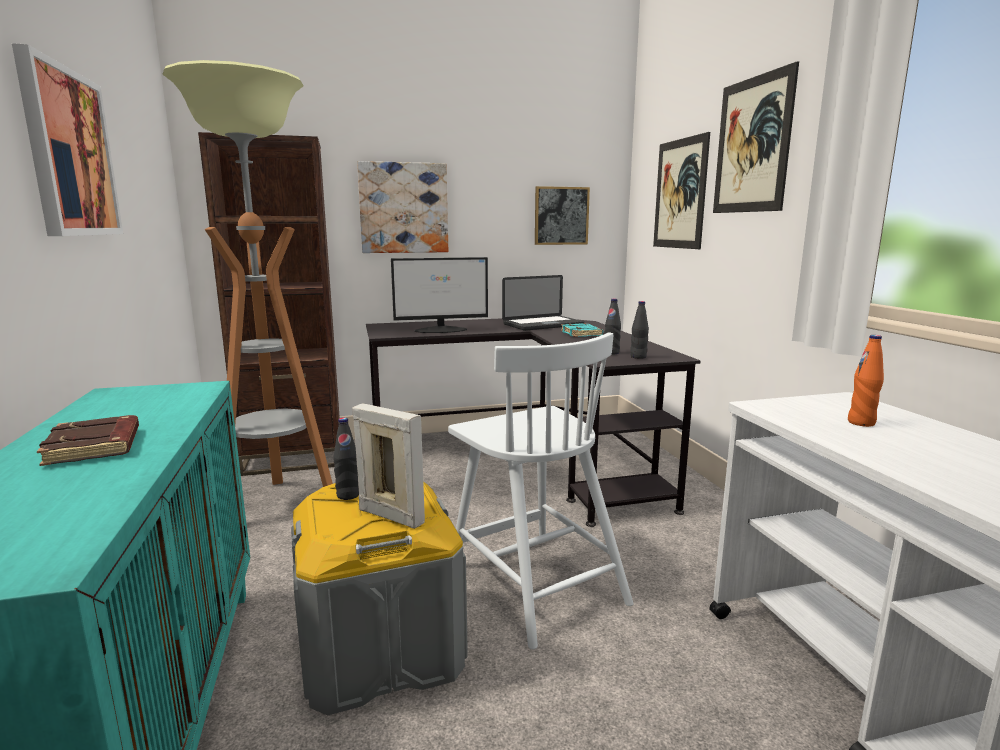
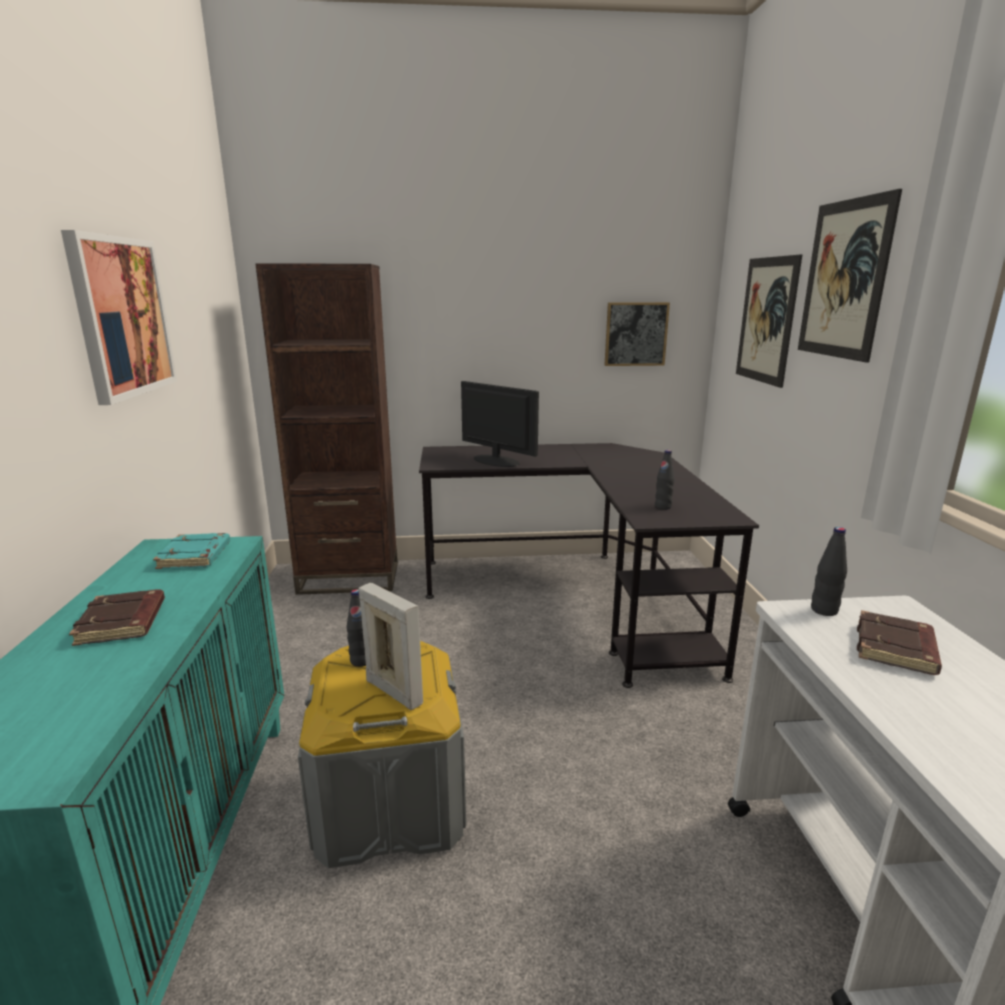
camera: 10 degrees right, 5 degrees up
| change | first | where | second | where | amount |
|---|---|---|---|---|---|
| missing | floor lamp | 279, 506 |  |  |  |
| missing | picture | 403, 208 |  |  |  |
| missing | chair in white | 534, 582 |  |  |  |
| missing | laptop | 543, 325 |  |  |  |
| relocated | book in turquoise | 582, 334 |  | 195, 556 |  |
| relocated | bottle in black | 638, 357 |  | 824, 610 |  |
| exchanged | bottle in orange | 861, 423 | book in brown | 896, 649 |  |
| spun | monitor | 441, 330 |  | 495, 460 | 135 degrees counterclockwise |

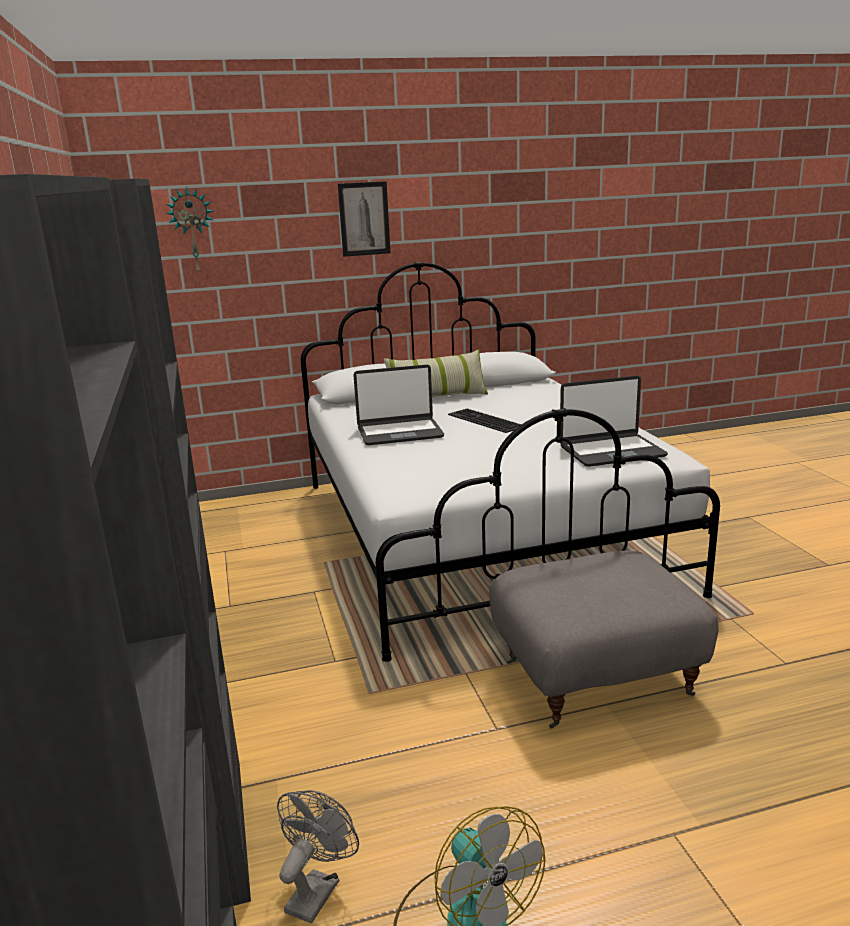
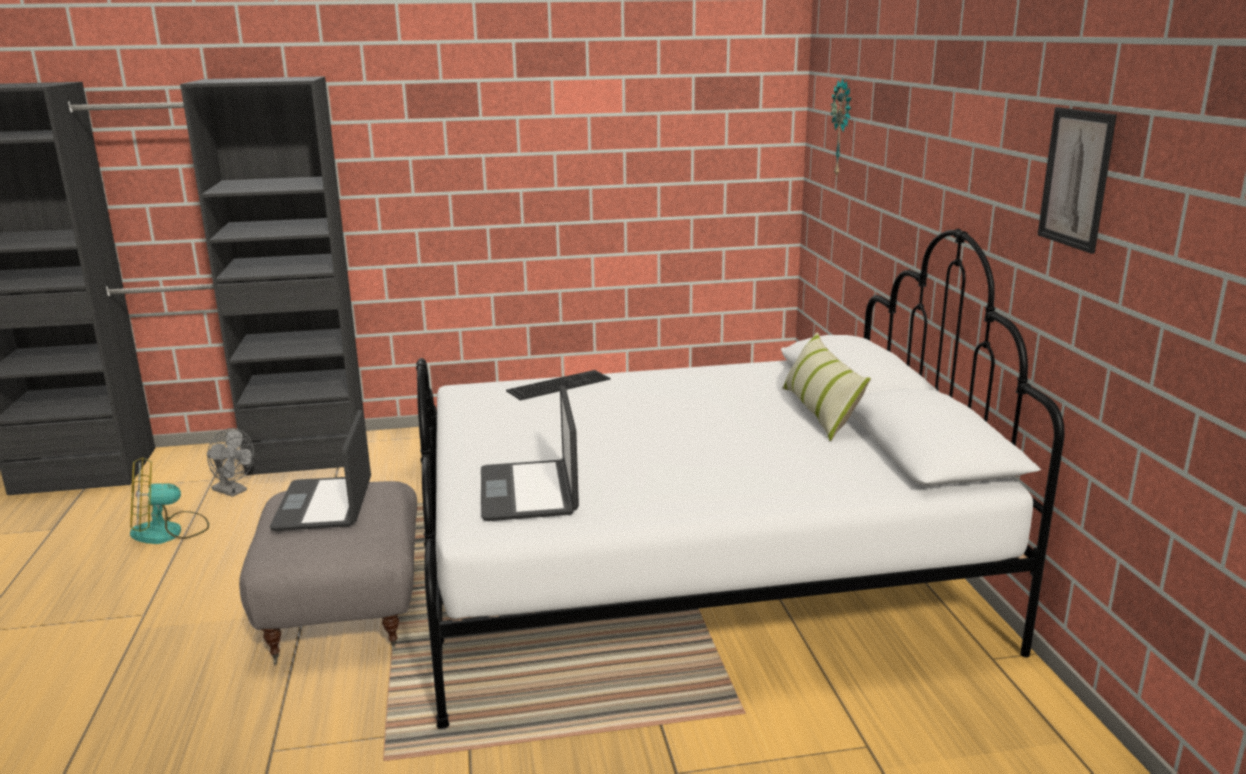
camera: 95 degrees right, 0 degrees up
| change | first | where | second | where | amount |
|---|---|---|---|---|---|
| relocated | picture | 364, 219 |  | 1076, 178 |  |
| relocated | laptop | 399, 433 |  | 325, 505 |  |
| relocated | keyboard | 483, 420 |  | 559, 384 |  |

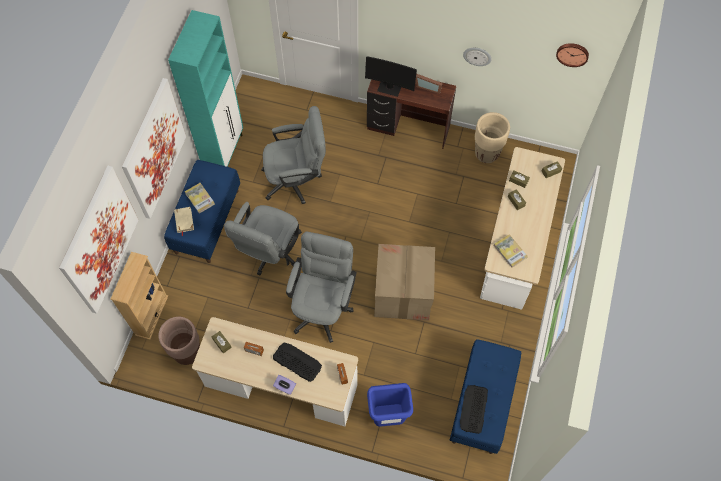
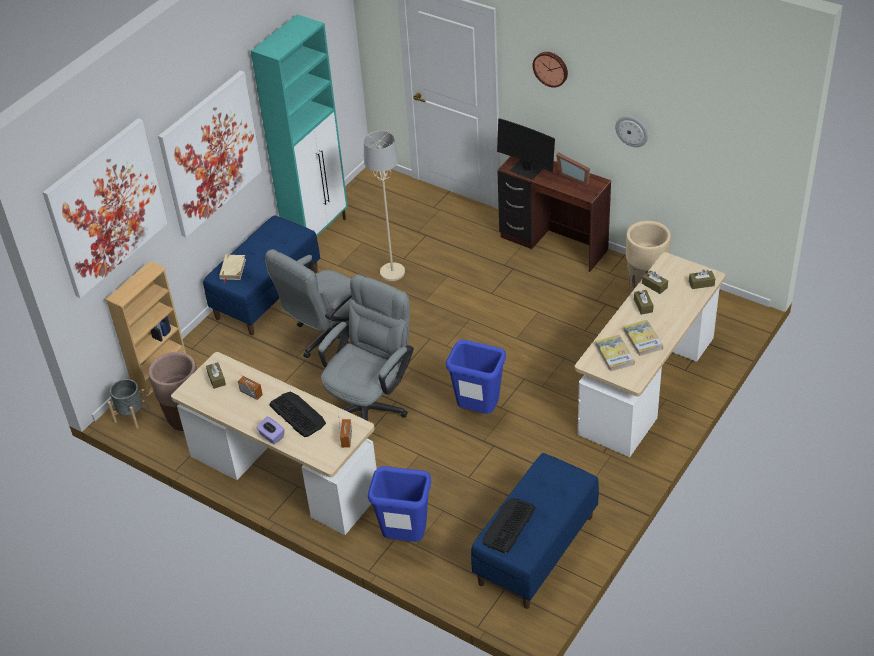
camera: 20 degrees right, 20 degrees down
| change | first | where | second | where | amount |
|---|---|---|---|---|---|
| appeared |  |  | planter in grey | 132, 415 |  |
| relocated | book | 200, 198 |  | 643, 339 |  |
| relocated | wall clock | 572, 53 |  | 551, 68 |  |
| exchanged | office chair in grey | 297, 180 | floor lamp in beige | 392, 272 |  |
| exchanged | cardboard box | 402, 293 | trash can in blue | 477, 411 |  |

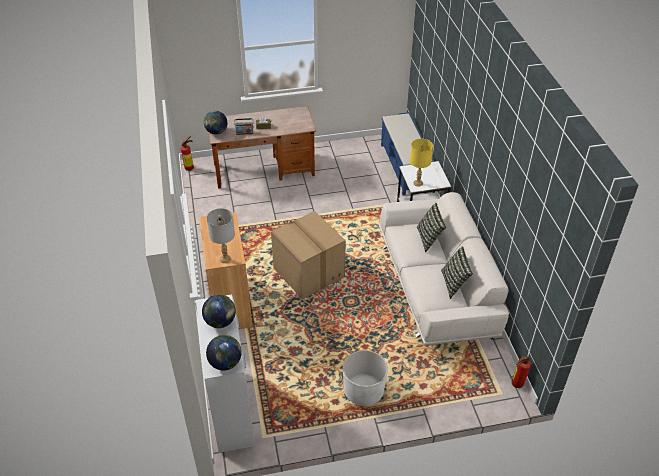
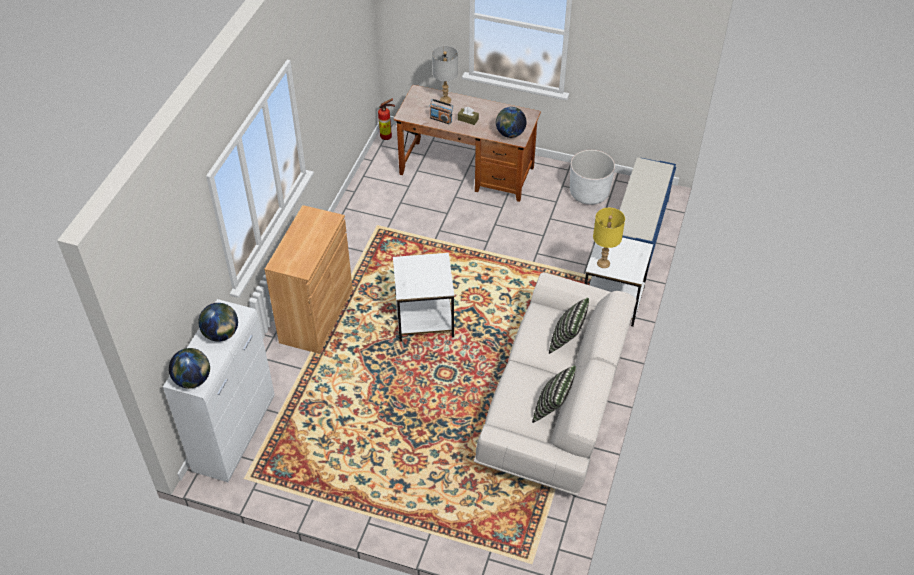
camera: 30 degrees right, 5 degrees up
| change | first | where | second | where | amount |
|---|---|---|---|---|---|
| missing | fire extinguisher | 516, 384 |  |  |  |
| relocated | globe | 216, 132 |  | 510, 134 |  |
| relocated | table lamp in grey | 225, 259 |  | 445, 100 |  |
| relocated | planter in white | 363, 391 |  | 589, 193 |  |
| exchanged | cardboard box | 307, 272 | side table in white | 423, 317 |  |

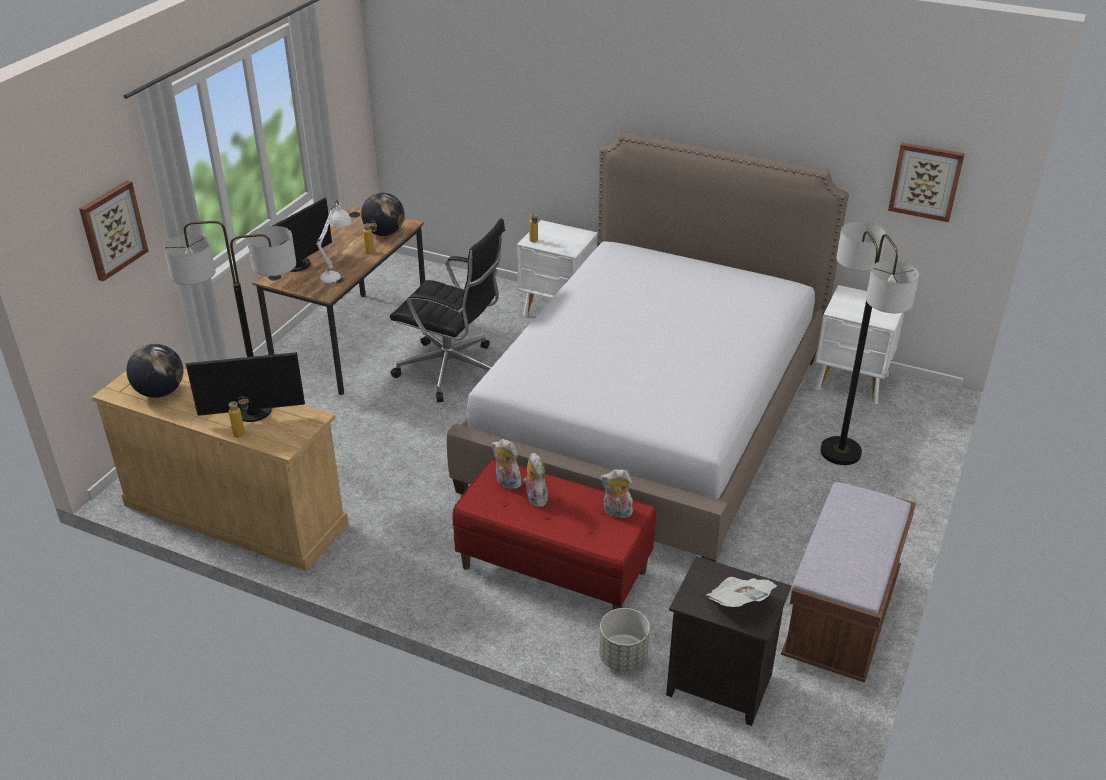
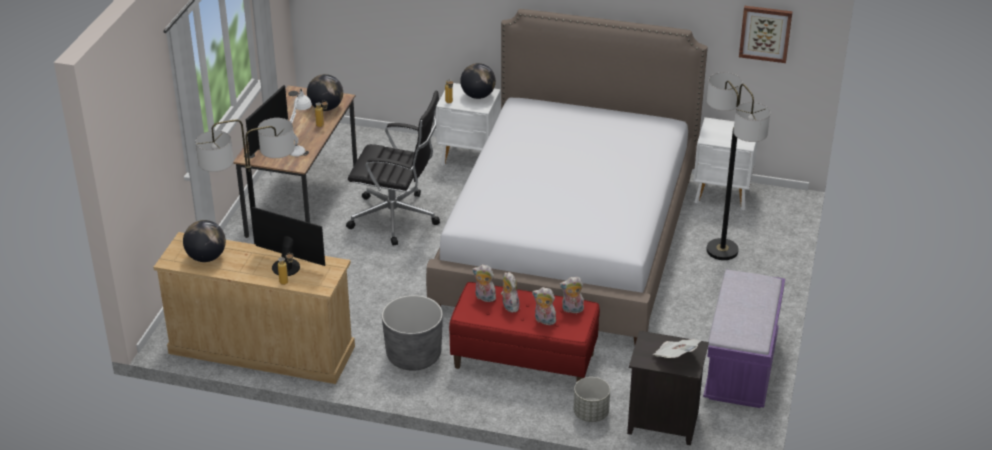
camera: 10 degrees left, 0 degrees up
| change | first | where | second | where | amount |
|---|---|---|---|---|---|
| missing | picture | 112, 230 |  |  |  |
| appeared |  |  | planter in grey | 413, 355 |  |
| appeared |  |  | globe | 478, 96 |  |
| appeared |  |  | plush toy | 544, 321 |  |
| colour | bench in brown | 841, 616 | bench in purple | 741, 368 |  |
| spun | monitor | 253, 413 |  | 287, 266 | 135 degrees counterclockwise |

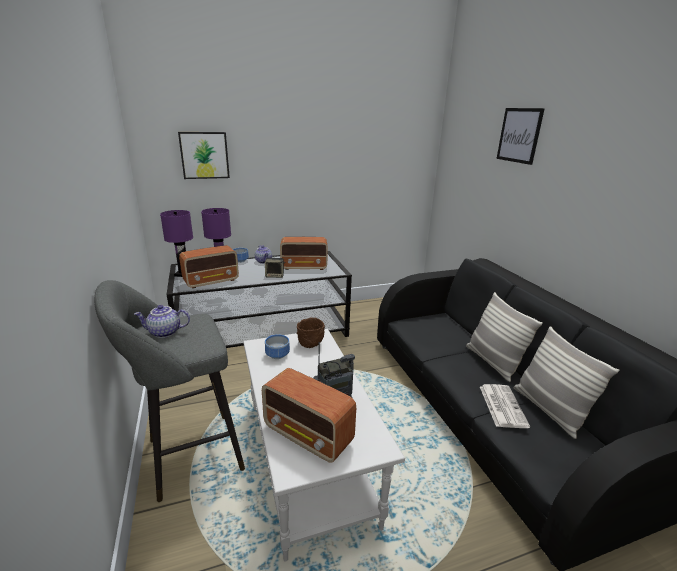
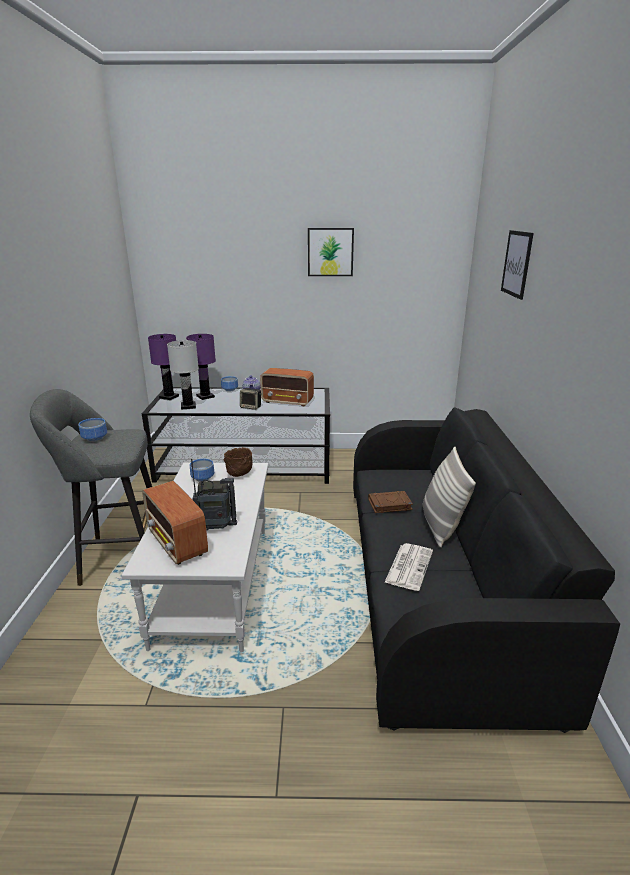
camera: 20 degrees right, 0 degrees up
| change | first | where | second | where | amount |
|---|---|---|---|---|---|
| missing | pillow | 549, 410 |  |  |  |
| appeared |  |  | book in brown | 389, 504 |  |
| relocated | picture | 204, 155 |  | 330, 252 |  |
| exchanged | teapot | 164, 333 | bowl | 95, 439 |  |
| exchanged | radio | 212, 281 | table lamp in white | 188, 406 |  |

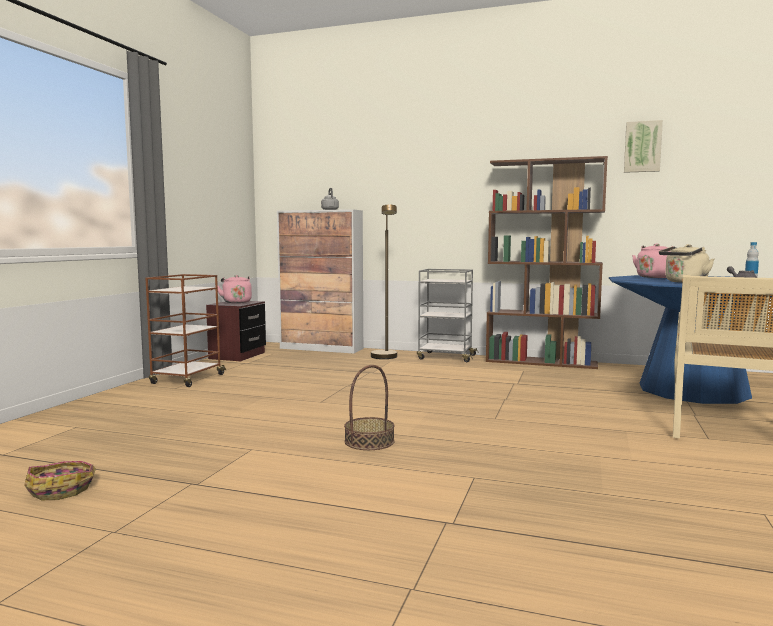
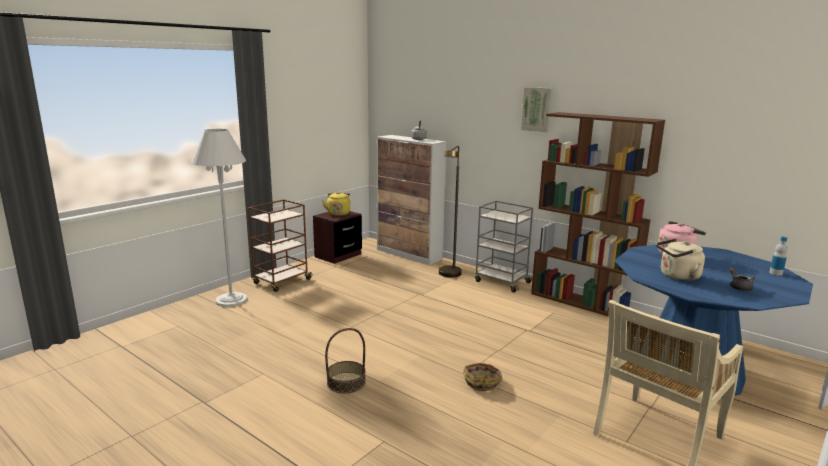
camera: 20 degrees right, 10 degrees up
| change | first | where | second | where | amount |
|---|---|---|---|---|---|
| appeared |  |  | floor lamp in white | 231, 300 |  |
| relocated | basket | 62, 489 |  | 482, 382 |  |
| relocated | picture | 642, 147 |  | 537, 109 |  |
| colour | kettle in pink | 236, 302 | kettle in yellow | 338, 213 |  |

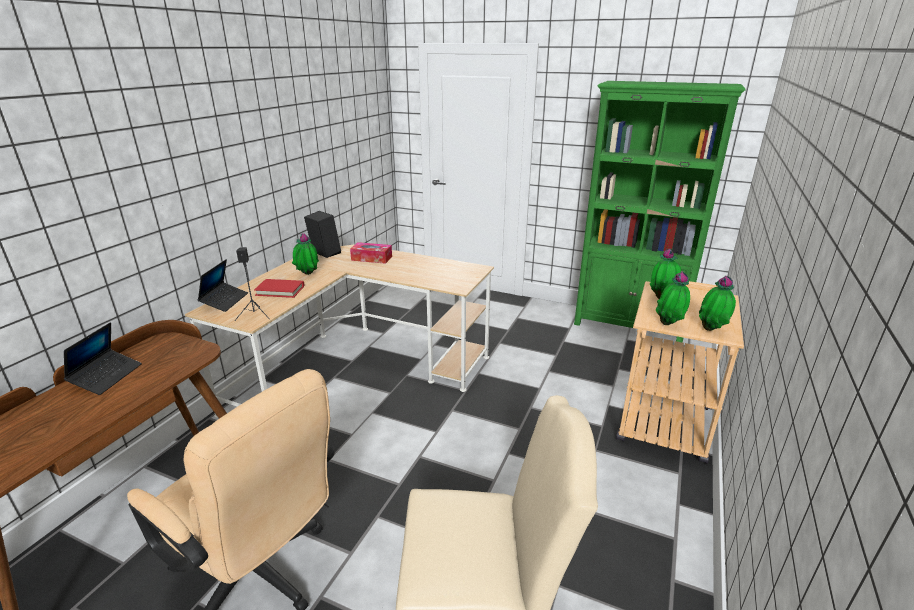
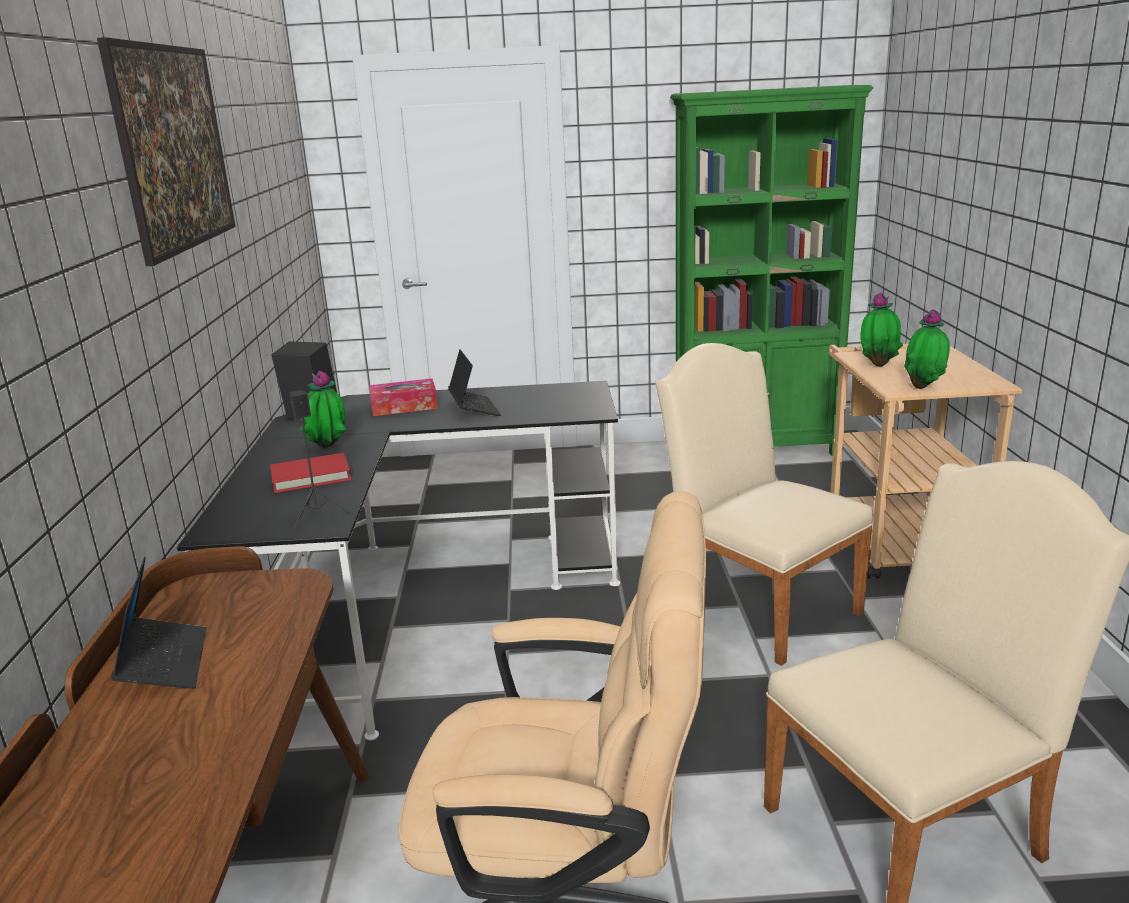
camera: 25 degrees left, 5 degrees down
| change | first | where | second | where | amount |
|---|---|---|---|---|---|
| missing | potted plant | 711, 330 |  |  |  |
| appeared |  |  | picture | 183, 197 |  |
| appeared |  |  | chair in beige | 756, 605 |  |
| relocated | laptop | 224, 301 |  | 474, 409 |  |
| colour | desk in beige | 357, 367 | desk in black | 417, 603 |  |

